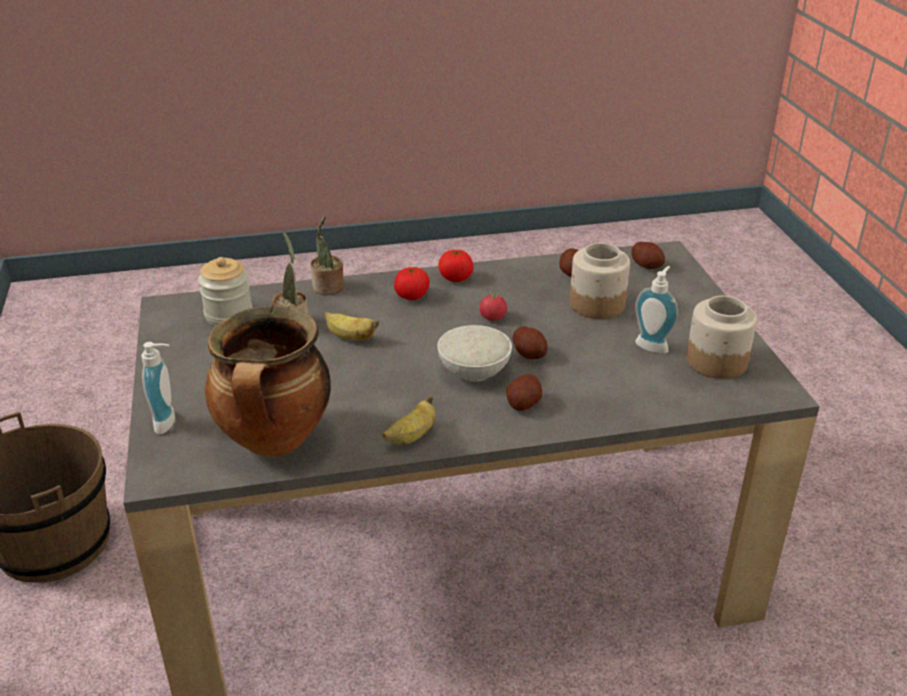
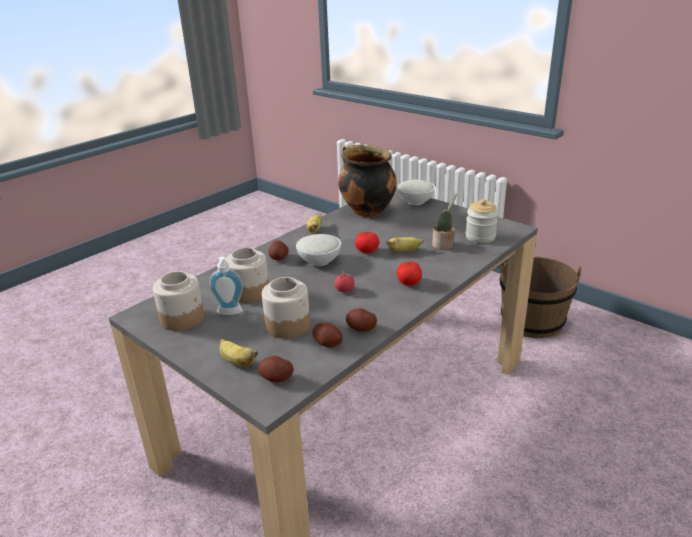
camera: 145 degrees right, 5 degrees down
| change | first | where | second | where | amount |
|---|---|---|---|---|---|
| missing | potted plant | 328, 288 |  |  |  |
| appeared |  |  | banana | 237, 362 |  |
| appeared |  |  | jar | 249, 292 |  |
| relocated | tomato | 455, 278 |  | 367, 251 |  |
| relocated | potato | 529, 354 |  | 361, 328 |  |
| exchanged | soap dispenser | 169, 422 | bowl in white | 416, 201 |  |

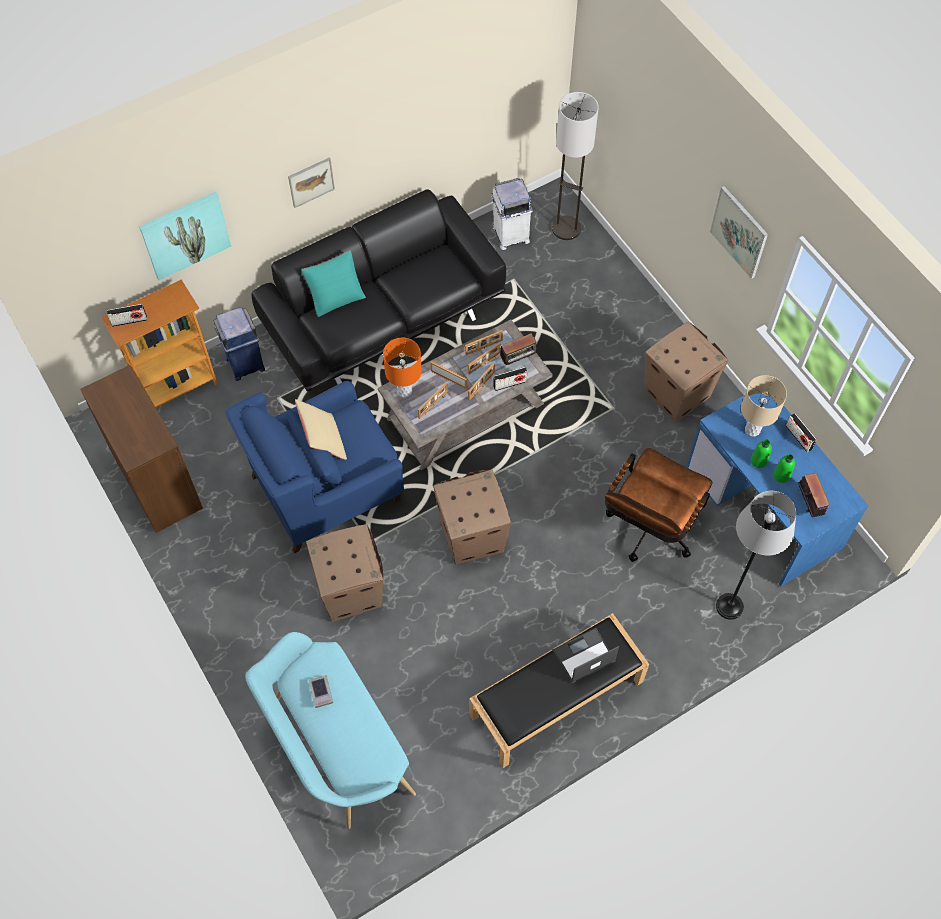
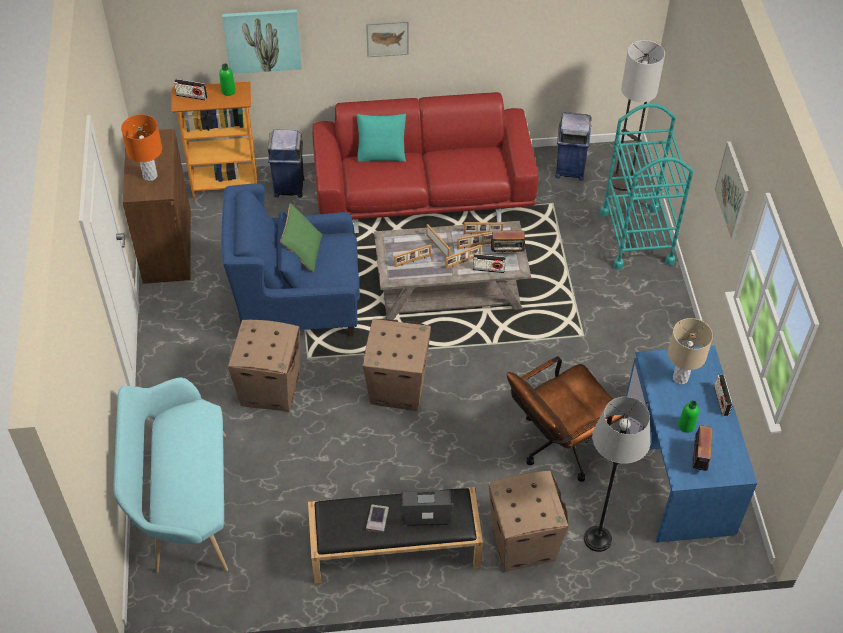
camera: 25 degrees right, 10 degrees down
| change | first | where | second | where | amount |
|---|---|---|---|---|---|
| appeared |  |  | cart in turquoise | 636, 237 |  |
| relocated | book | 321, 692 |  | 377, 520 |  |
| relocated | table lamp in orange | 404, 391 |  | 150, 176 |  |
| relocated | cardboard box | 676, 393 |  | 522, 542 |  |
| relocated | bottle in green | 758, 461 |  | 228, 91 |  |
| colour | sofa in black | 384, 316 | sofa in red | 424, 192 |  |
| colour | pillow in beige | 323, 441 | pillow in green | 303, 252 |  |
| colour | trash can in white | 510, 235 | trash can in blue | 569, 169 |  |

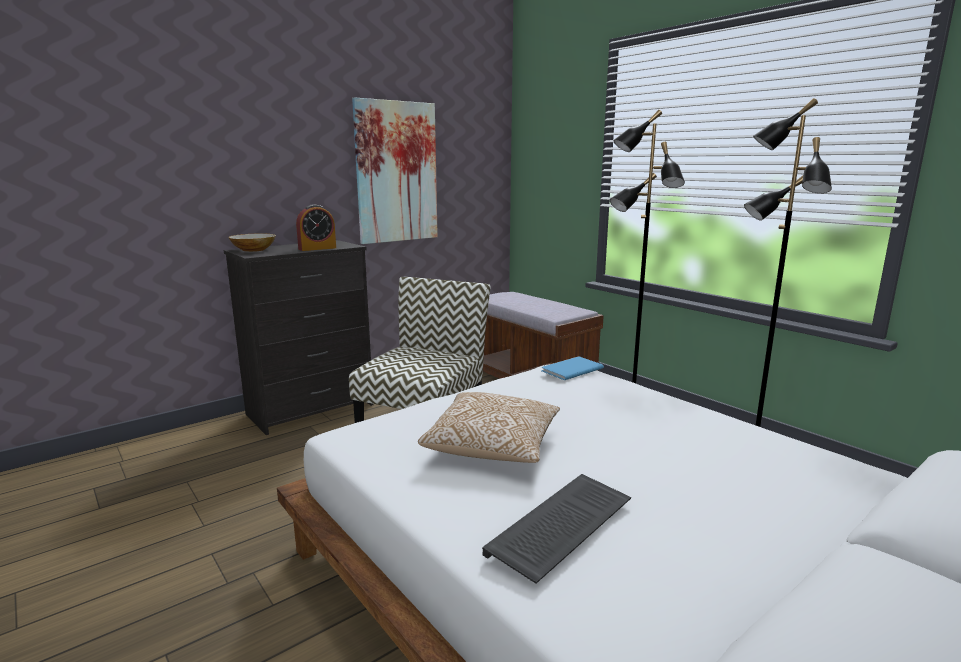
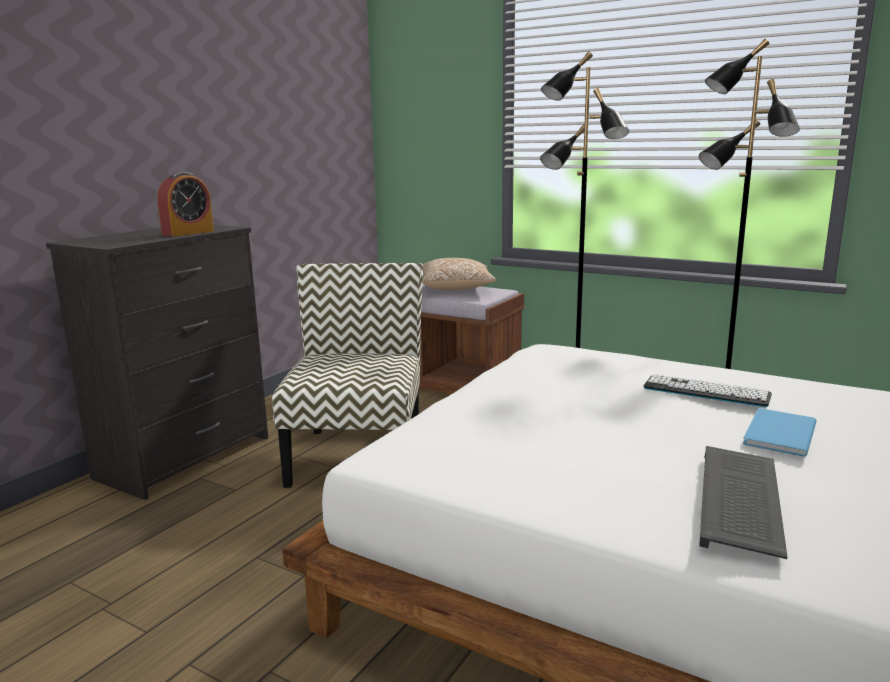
camera: 20 degrees left, 0 degrees up
| change | first | where | second | where | amount |
|---|---|---|---|---|---|
| missing | bowl | 253, 250 |  |  |  |
| missing | picture | 396, 172 |  |  |  |
| appeared |  |  | keyboard | 706, 392 |  |
| relocated | pillow | 492, 446 |  | 456, 288 |  |
| relocated | book in blue | 570, 369 |  | 777, 434 |  |

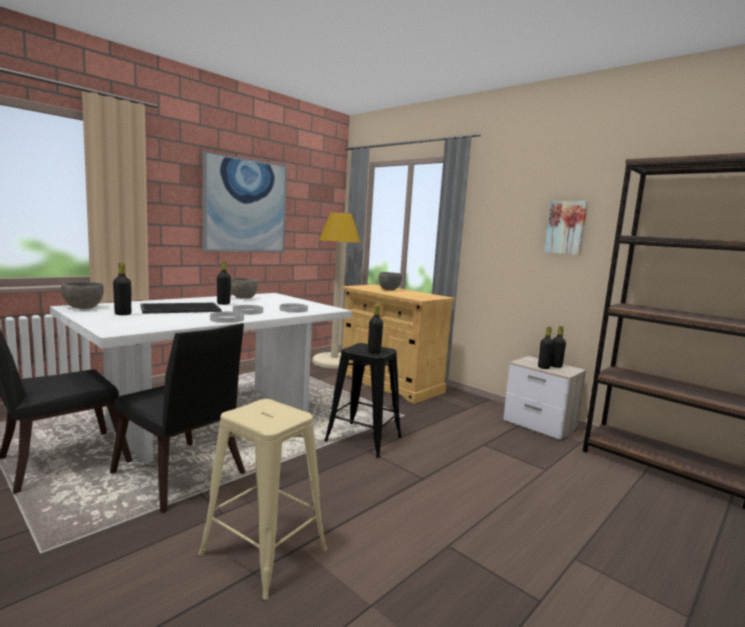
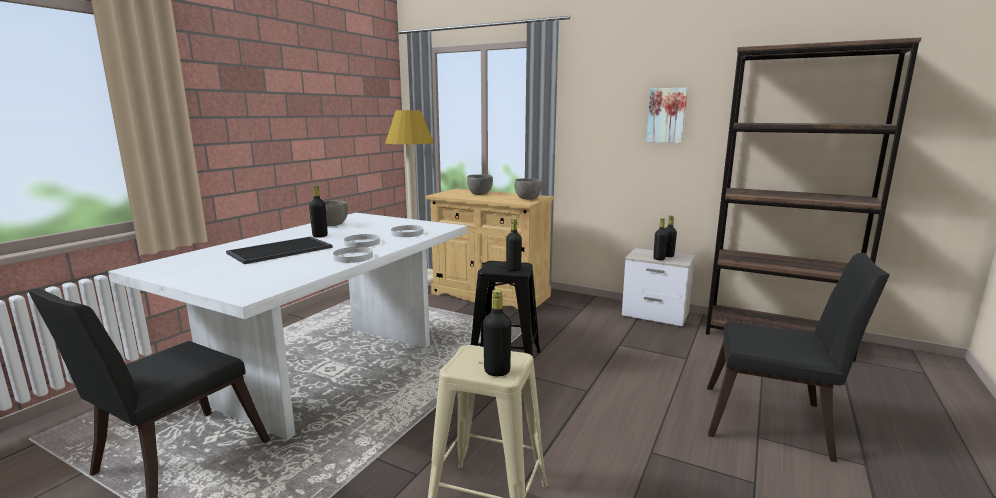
camera: 15 degrees left, 5 degrees up
| change | first | where | second | where | amount |
|---|---|---|---|---|---|
| missing | picture | 246, 206 |  |  |  |
| relocated | bowl in grey | 83, 308 |  | 527, 199 |  |
| relocated | chair in black | 181, 478 |  | 775, 424 |  |
| relocated | bottle in black | 123, 314 |  | 497, 371 |  |

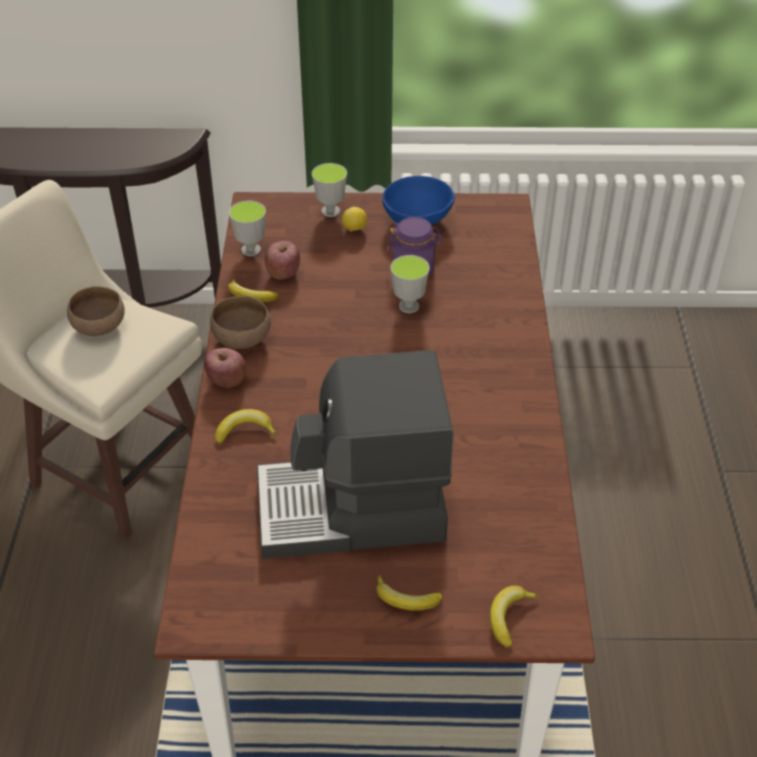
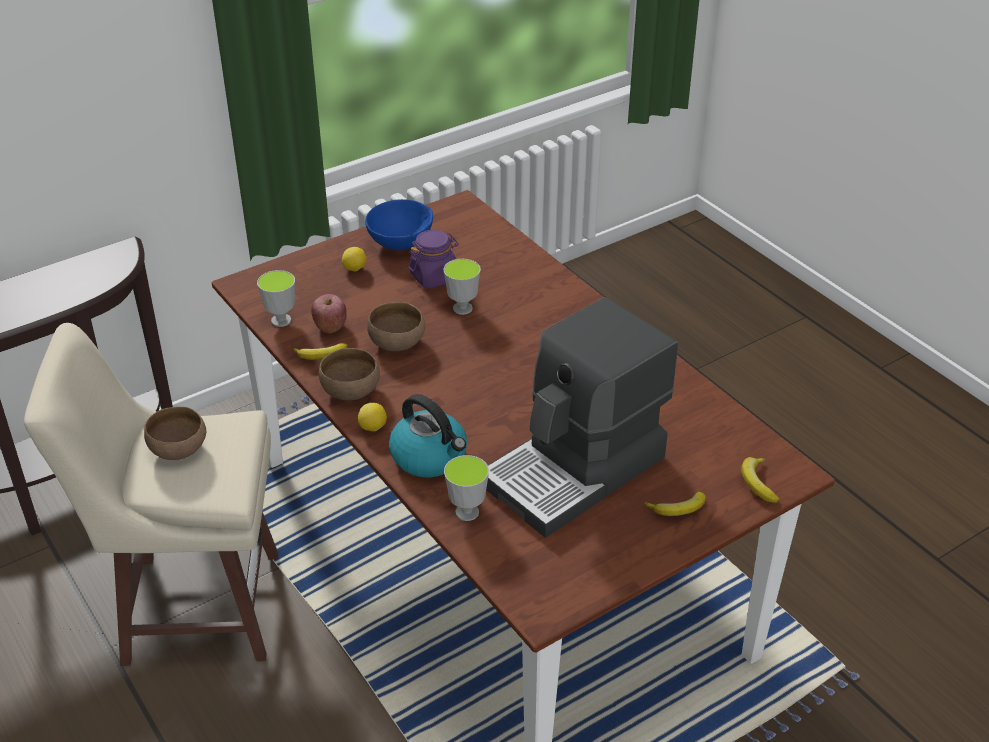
camera: 35 degrees left, 5 degrees down
| change | first | where | second | where | amount |
|---|---|---|---|---|---|
| appeared |  |  | bowl in brown | 398, 342 |  |
| relocated | cup | 330, 211 |  | 467, 512 |  |
| exchanged | apple | 227, 381 | lemon | 373, 428 |  |
| exchanged | banana | 245, 431 | kettle | 430, 457 |  |

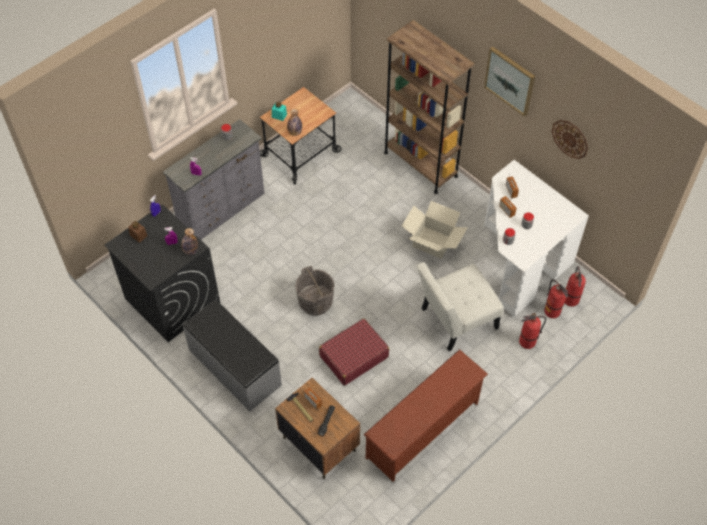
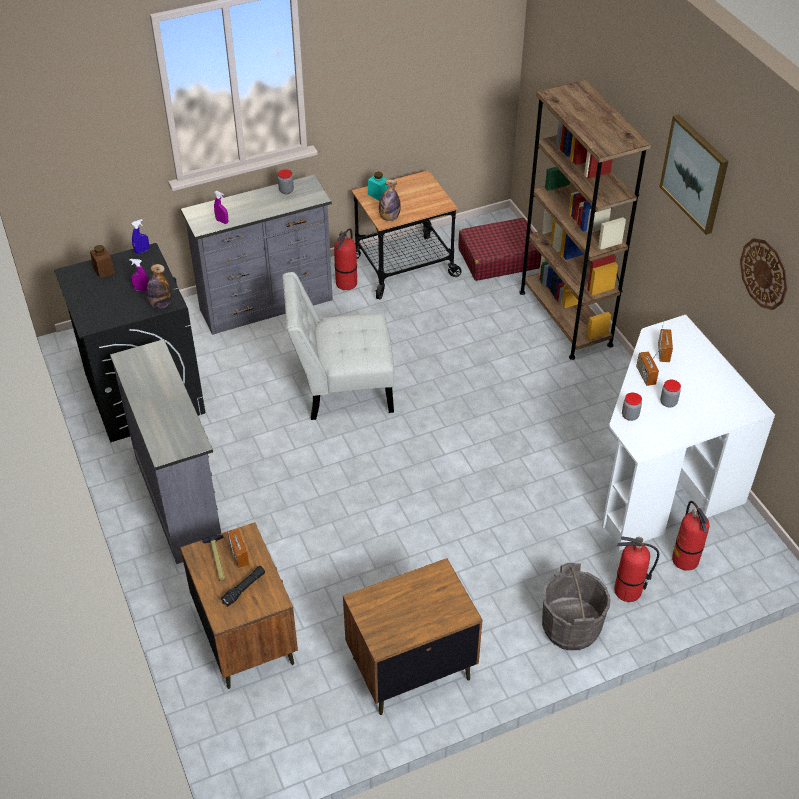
camera: 20 degrees right, 10 degrees down
| change | first | where | second | where | amount |
|---|---|---|---|---|---|
| missing | cardboard box | 432, 242 |  |  |  |
| relocated | bucket in grey | 315, 302 |  | 570, 627 |  |
| relocated | suitcase in red | 353, 356 |  | 498, 258 |  |
| relocated | chair in white | 455, 320 |  | 341, 388 |  |
| relocated | fire extinguisher | 571, 300 |  | 346, 284 |  |
| exchanged | bench in grey | 234, 368 | dresser in grey | 180, 500 |  |
| exchanged | shoe rack in brown | 423, 431 | nightstand in brown | 410, 668 |  |

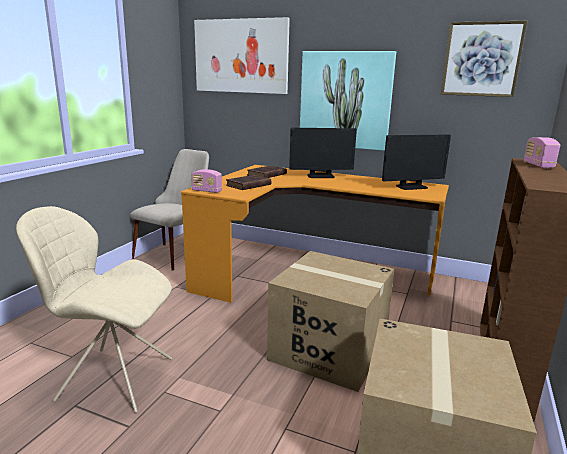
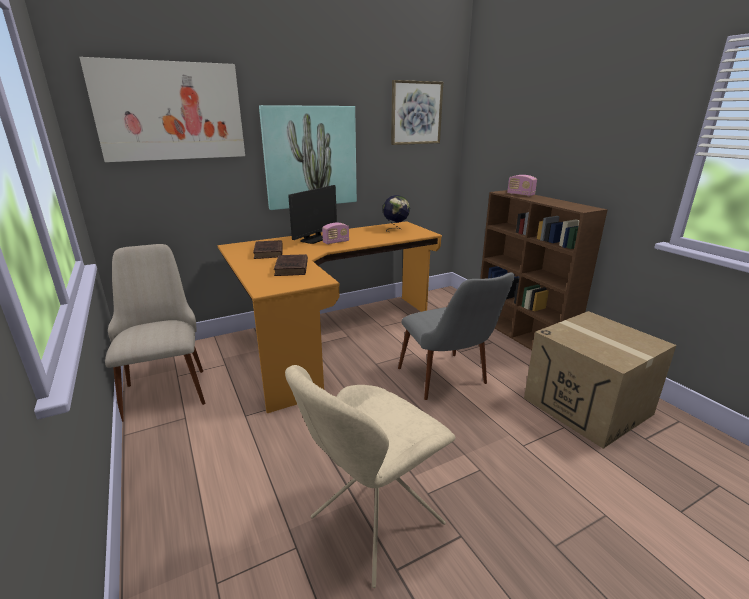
camera: 50 degrees left, 5 degrees up
| change | first | where | second | where | amount |
|---|---|---|---|---|---|
| relocated | radio | 206, 191 |  | 336, 242 |  |
| exchanged | cardboard box | 328, 350 | chair in grey | 449, 383 |  |
| exchanged | monitor | 411, 187 | globe | 396, 229 |  |

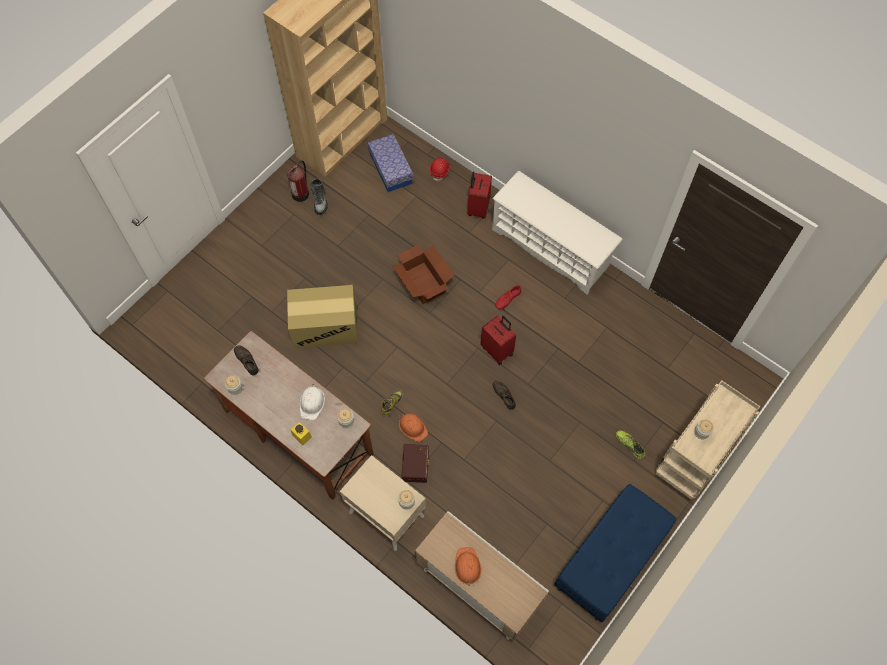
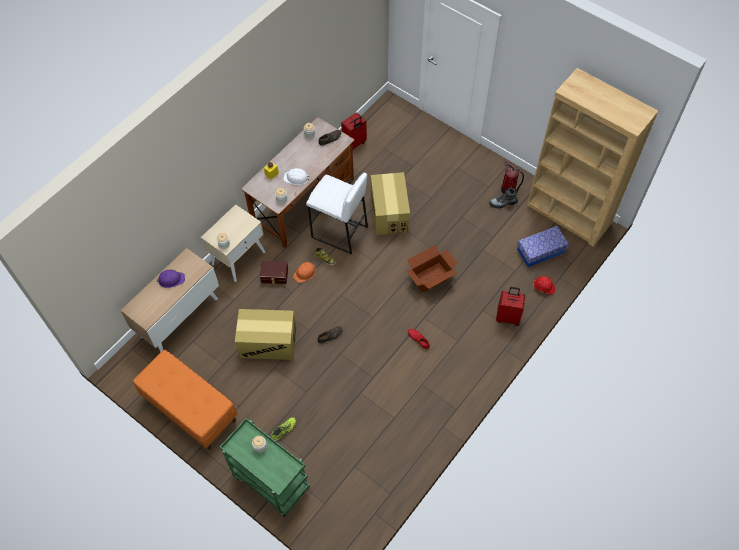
camera: 90 degrees right, 5 degrees down
| change | first | where | second | where | amount |
|---|---|---|---|---|---|
| missing | shoe rack in white | 551, 248 |  |  |  |
| appeared |  |  | cardboard box | 268, 342 |  |
| appeared |  |  | stool in white | 339, 232 |  |
| relocated | suitcase in red | 497, 350 |  | 354, 144 |  |
| colour | hard hat in orange | 467, 566 | hard hat in purple | 171, 279 |  |
| colour | bench in blue | 610, 560 | bench in orange | 189, 409 |  |
| colour | cart in beige | 694, 459 | cart in green | 269, 481 |  |

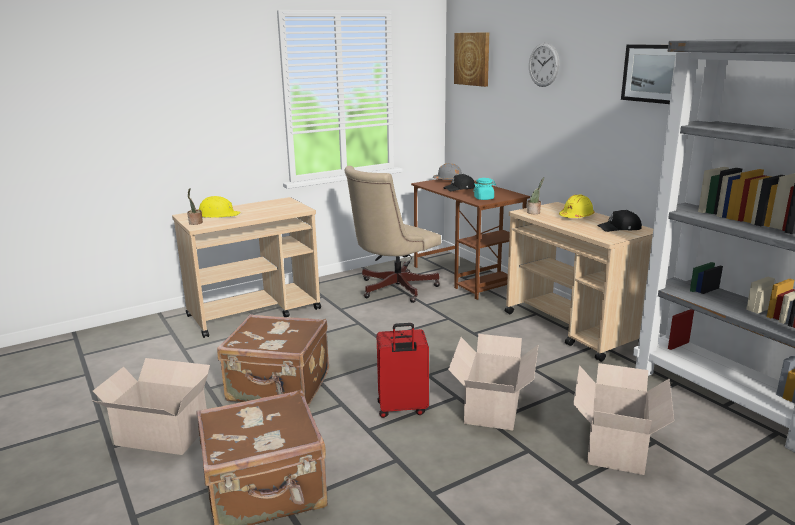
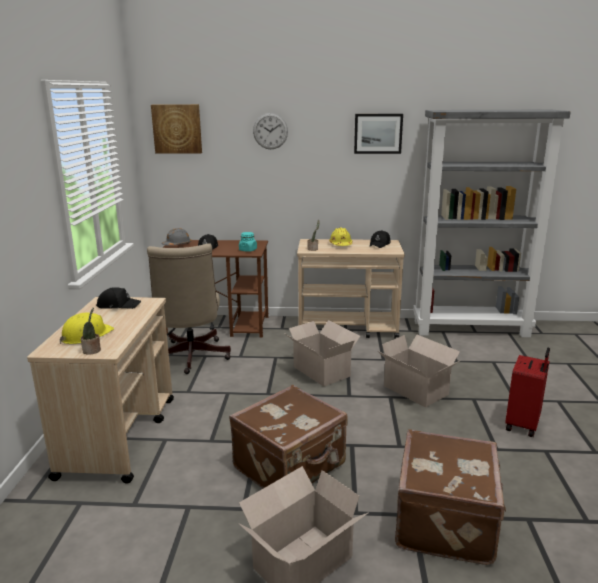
camera: 55 degrees left, 0 degrees up
| change | first | where | second | where | amount |
|---|---|---|---|---|---|
| appeared |  |  | cap in black | 118, 305 |  |
| relocated | suitcase in red | 402, 409 |  | 523, 425 |  |
| relocated | cardboard box | 616, 444 |  | 320, 371 |  |

